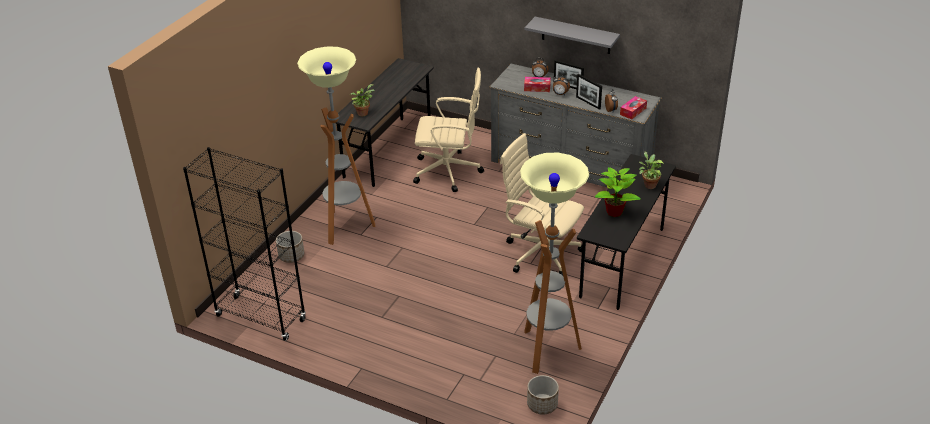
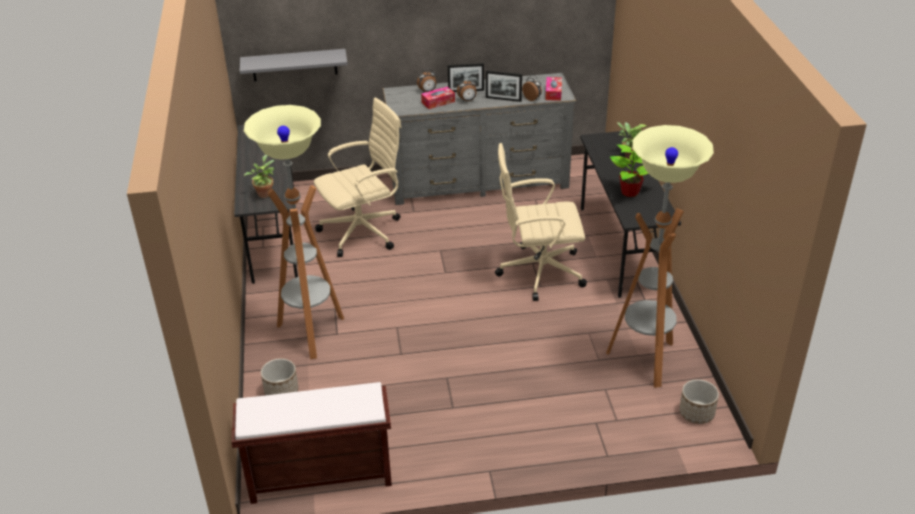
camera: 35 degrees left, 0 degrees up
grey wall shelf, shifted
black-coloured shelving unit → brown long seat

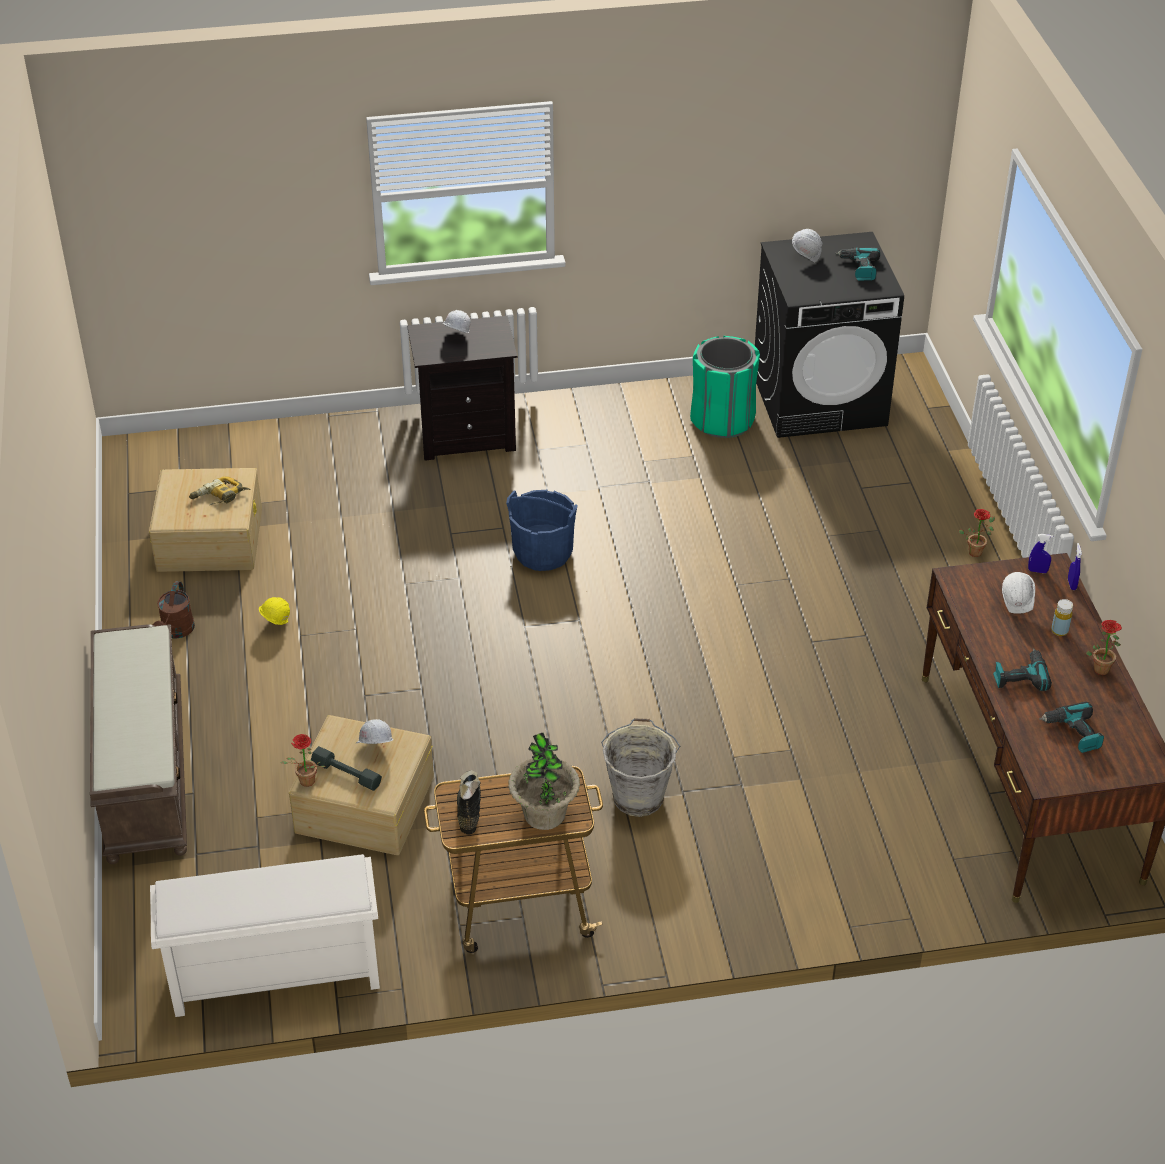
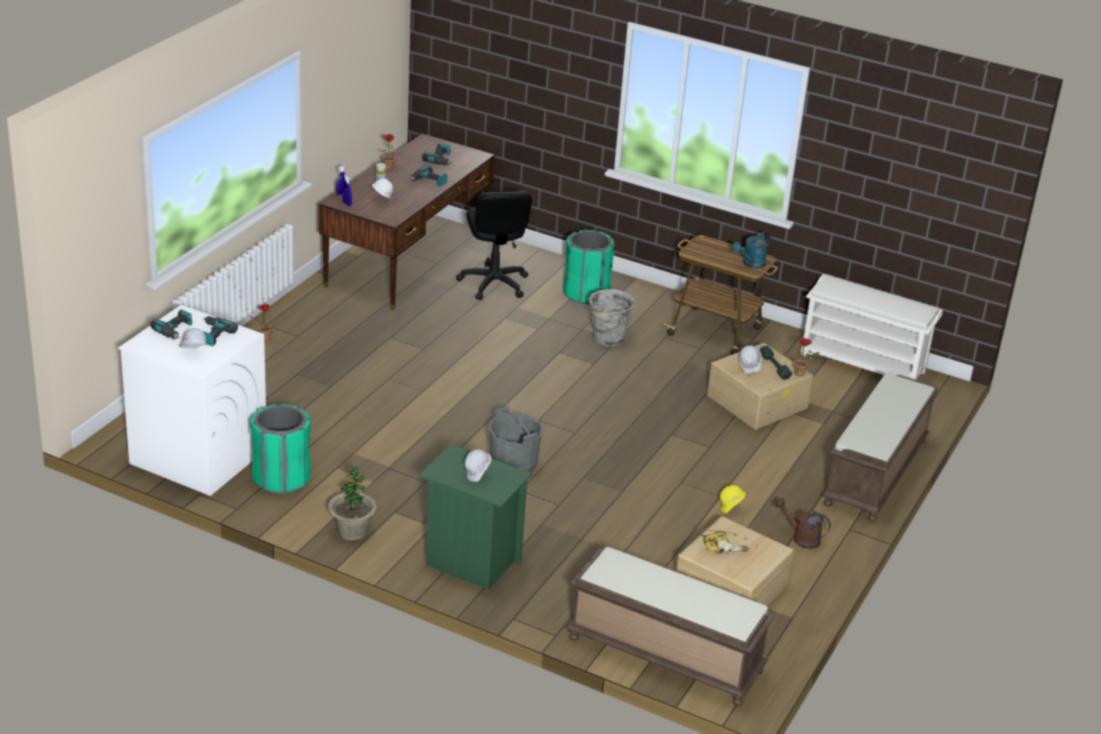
camera: 145 degrees left, 10 degrees down
black-coloured laundry appliance → white laundry appliance
black-coloured bedside table → green bedside table
blue-coloured pail → grey pail (no. 1 from left)
brown watering can, 105 degrees counterclockwise
plant in a pot (no. 2 from left), shifted
black-coloured tall boot → turquoise-coloured watering can
- → black-coloured office chair
- → green trash can (no. 2 from left)
- → power drill (no. 2 from left)
- → brown long seat (no. 1 from left)

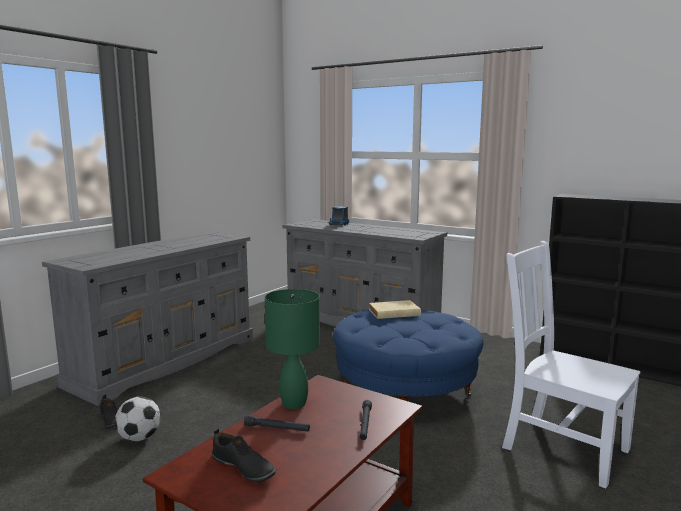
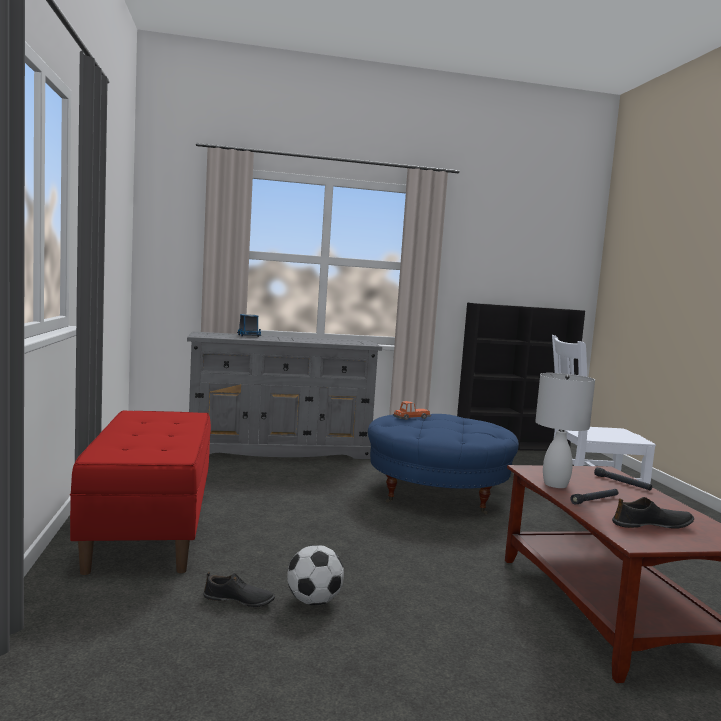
camera: 45 degrees left, 5 degrees down
grey dresser (no. 1 from left) → red-coloured long seat
green lamp for a table → white lamp for a table
sand-coloured bound book → miniature car

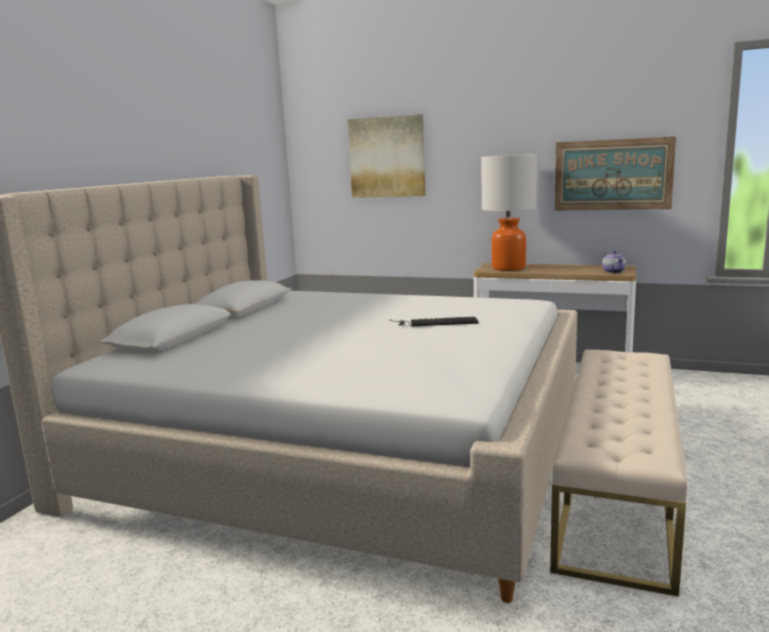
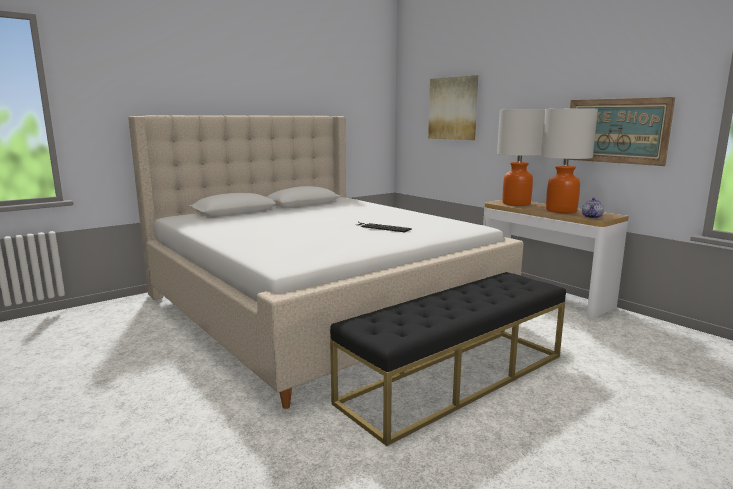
camera: 30 degrees right, 0 degrees up
sand-coloured long seat → black-coloured long seat
- → lamp for a table (no. 2 from left)

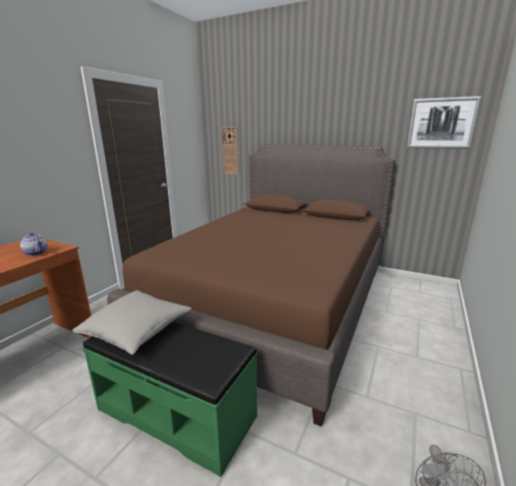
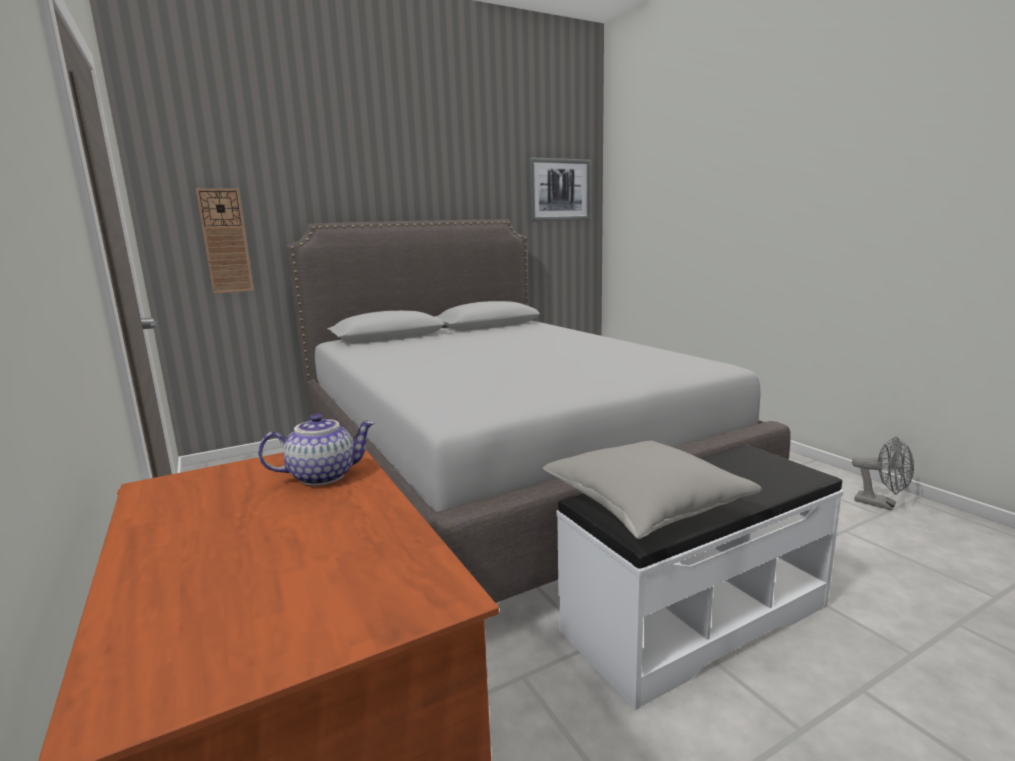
camera: 55 degrees left, 5 degrees down
brown bedroom bed → grey bedroom bed
green long seat → white long seat

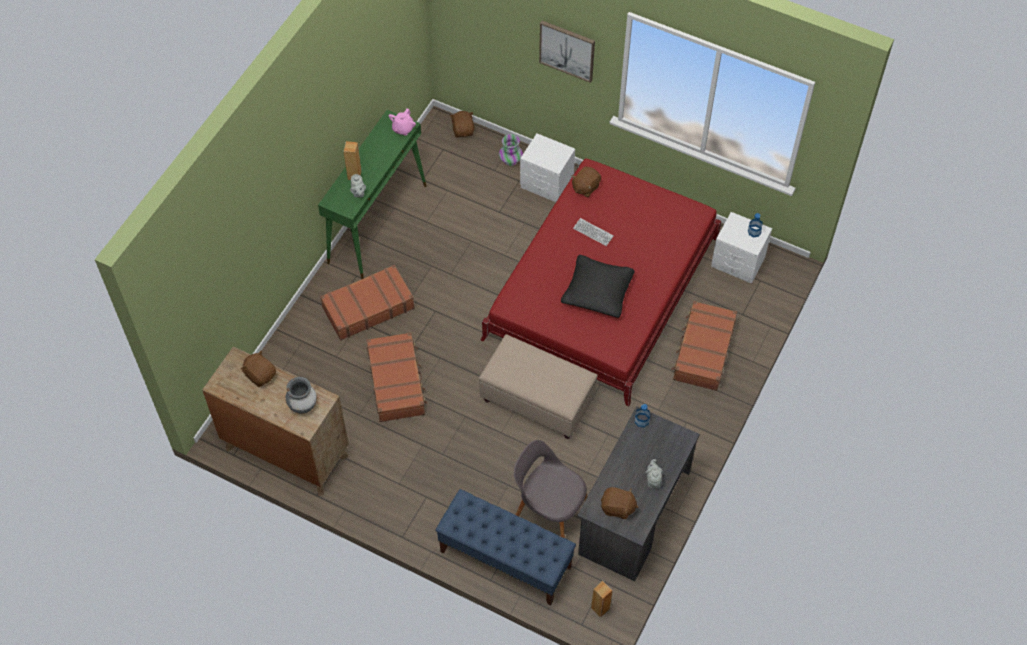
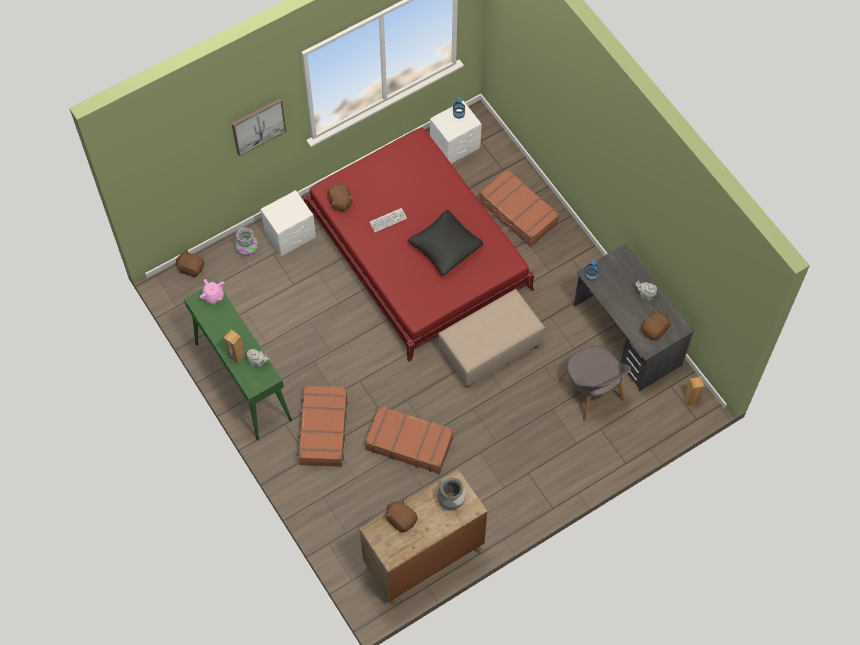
camera: 60 degrees left, 5 degrees up
brown plush toy (no. 1 from left in the first image) → brown plush toy (no. 3 from left), 60 degrees clockwise
grey chair, 90 degrees counterclockwise
blue-coloured long seat → -

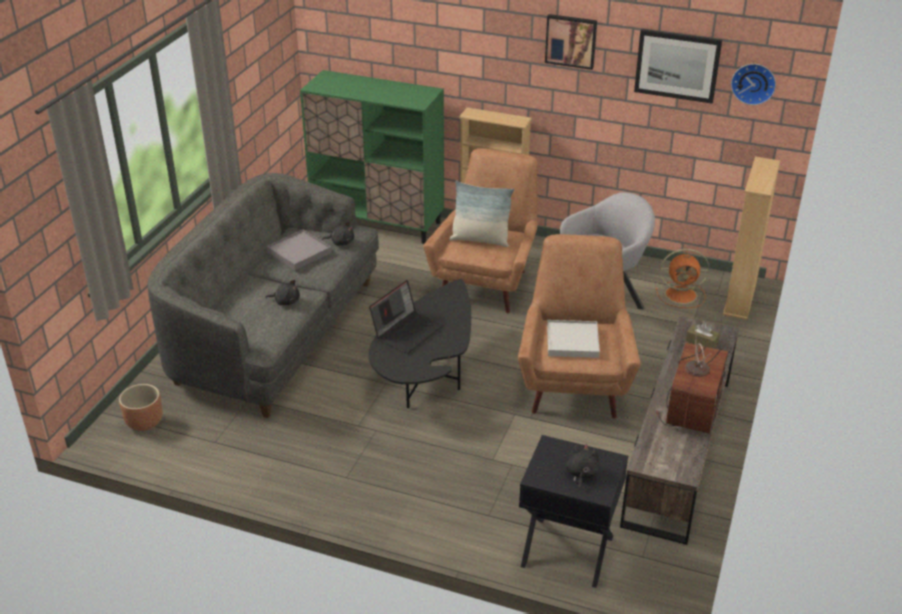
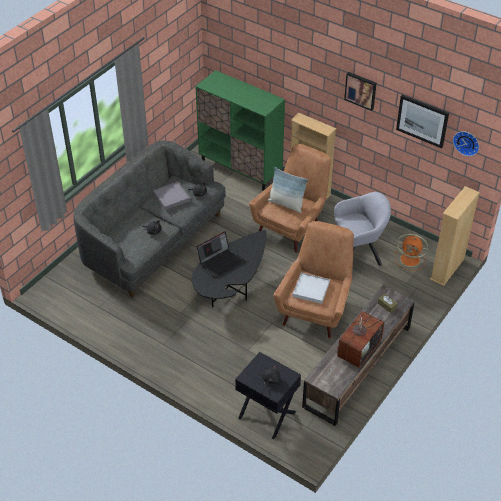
camera: 15 degrees right, 10 degrees up
brown flower pot → -

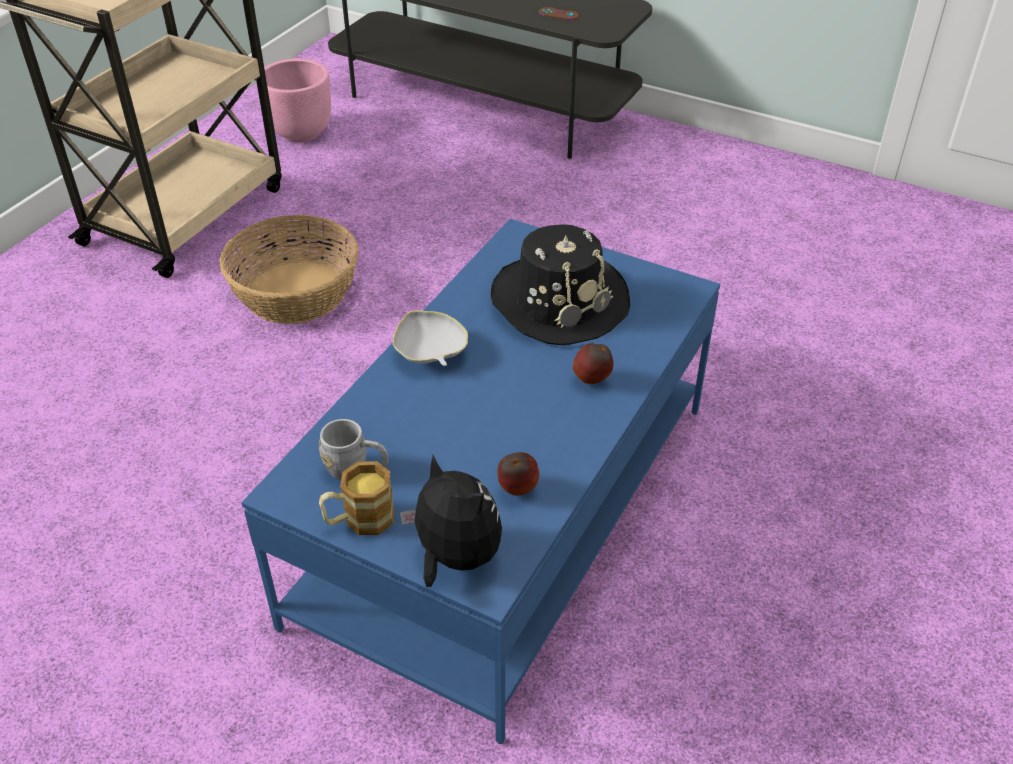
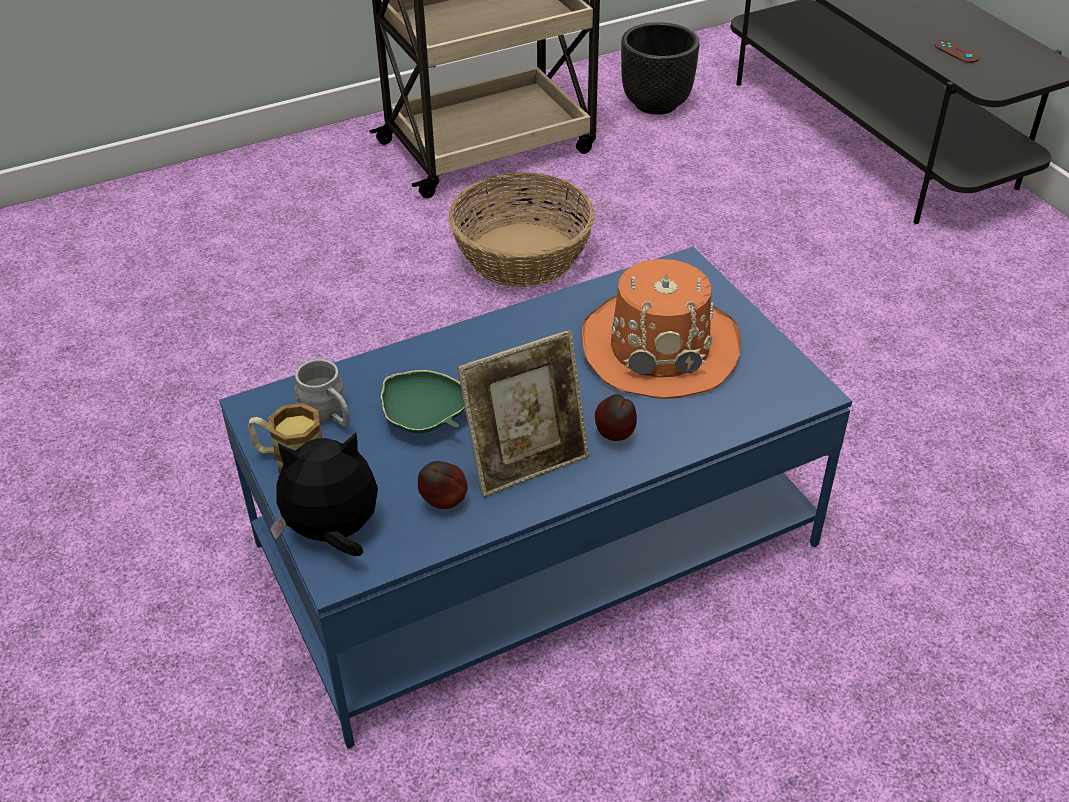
camera: 35 degrees right, 0 degrees up
pink flower pot → black-coloured flower pot
black-coloured wearable hat → orange wearable hat
white deep dish → -
plush toy, 90 degrees counterclockwise
- → photo frame
- → green deep dish

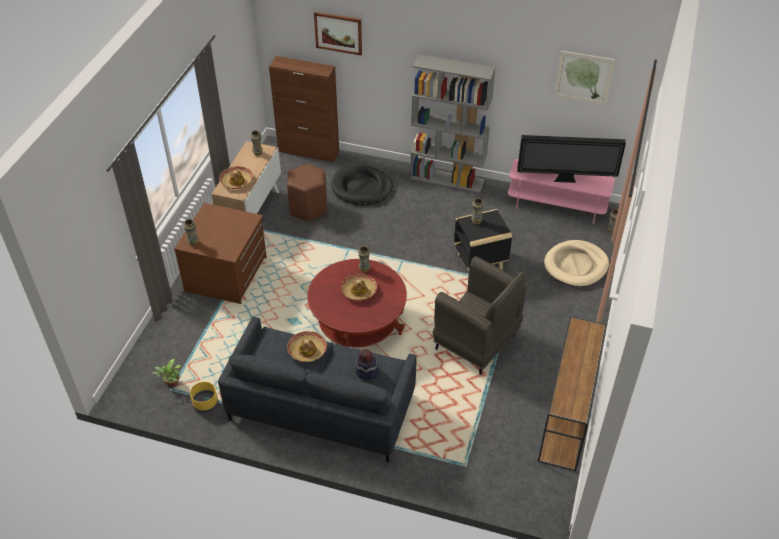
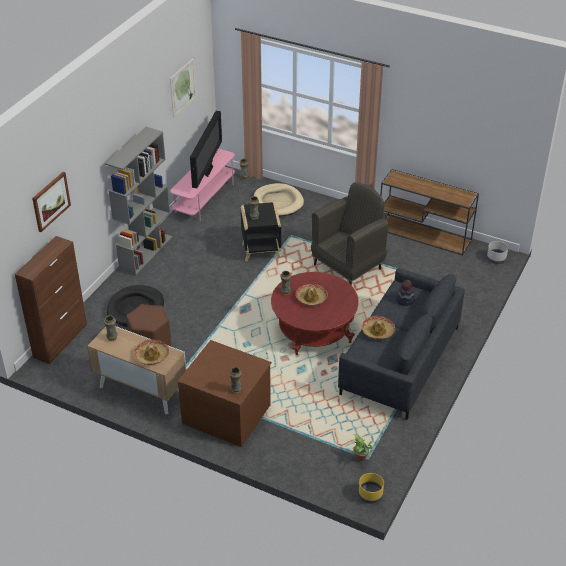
camera: 80 degrees left, 5 degrees down
yellowish flower pot, shifted
- → grey flower pot

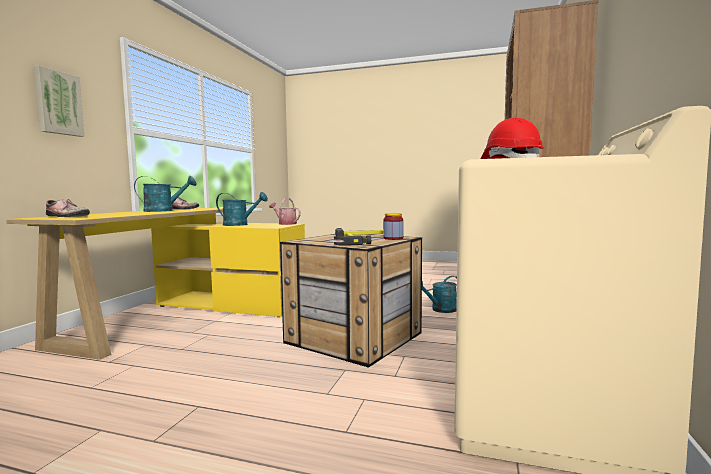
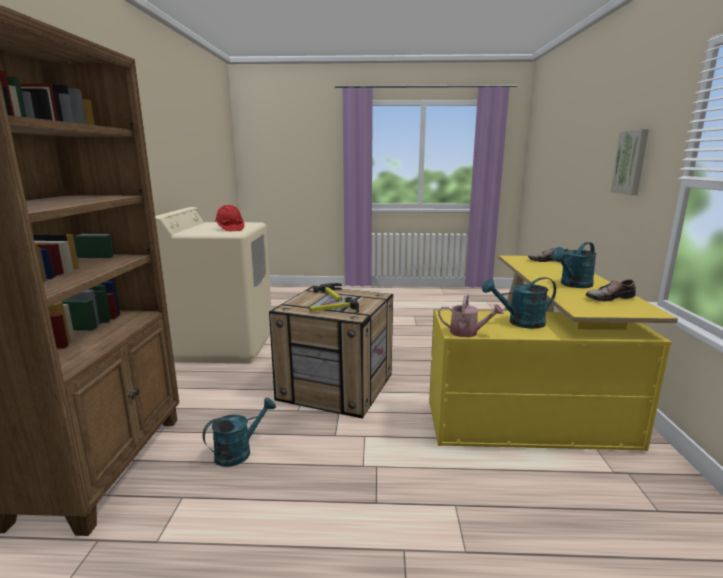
camera: 165 degrees right, 10 degrees up
storage jar → -

